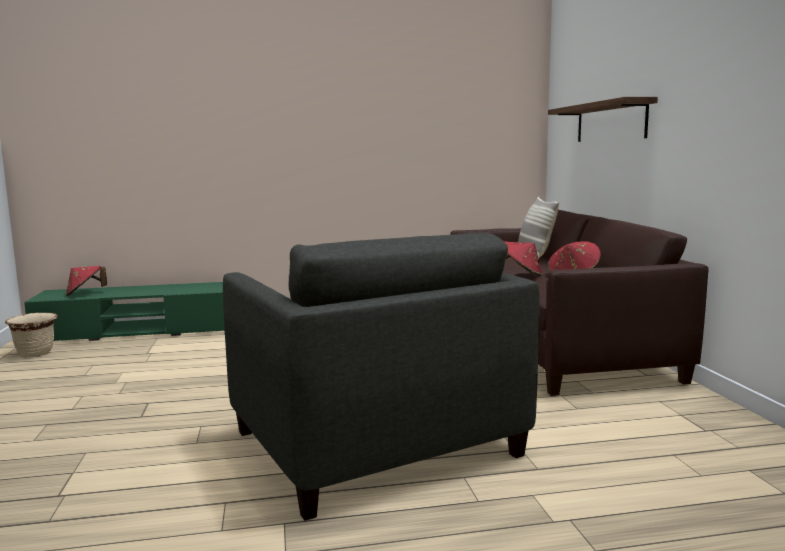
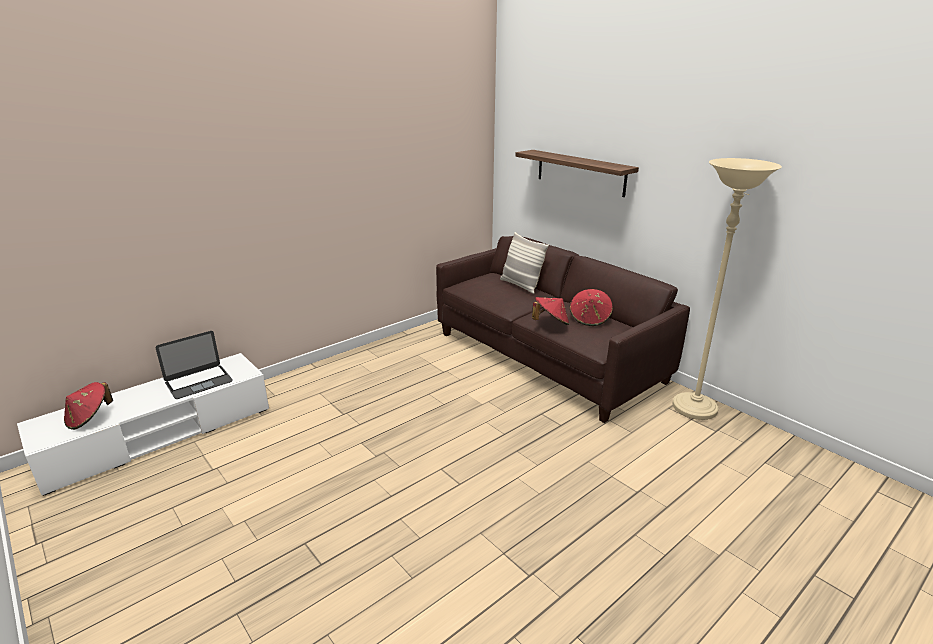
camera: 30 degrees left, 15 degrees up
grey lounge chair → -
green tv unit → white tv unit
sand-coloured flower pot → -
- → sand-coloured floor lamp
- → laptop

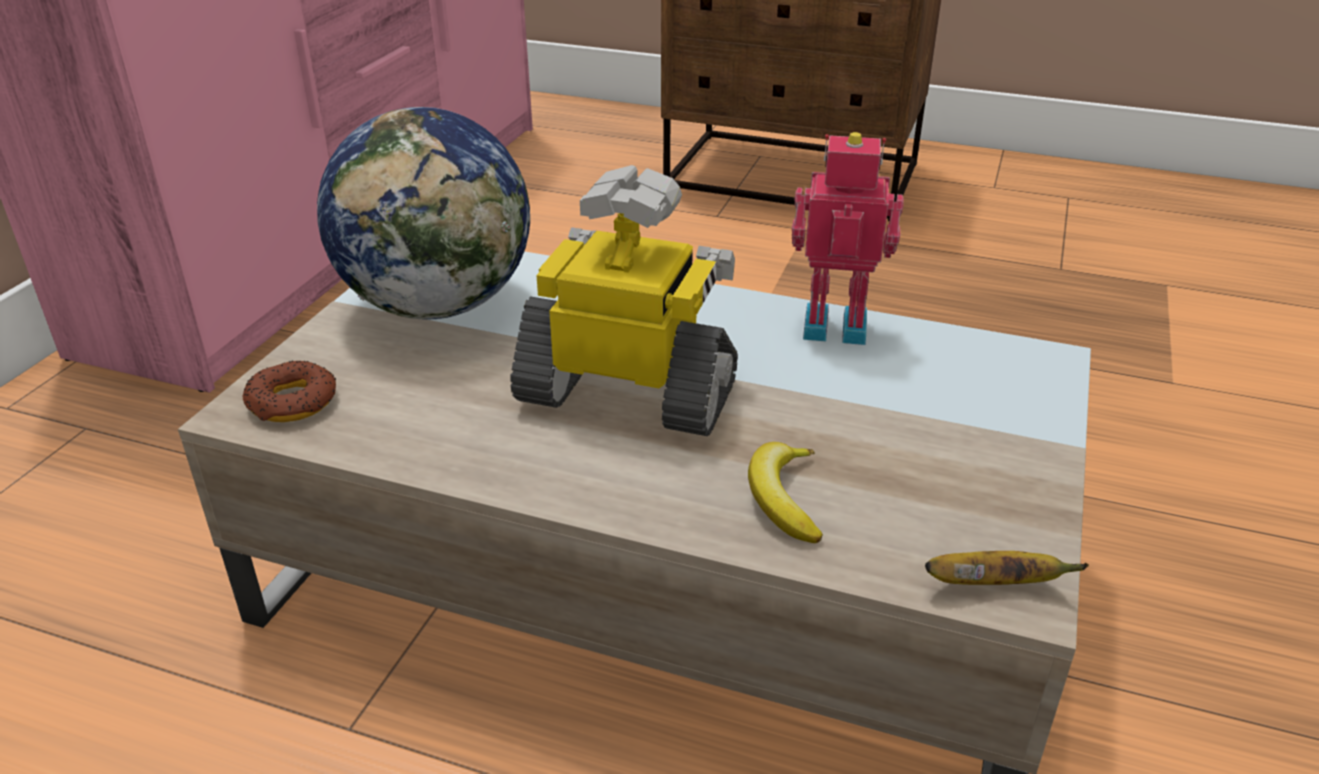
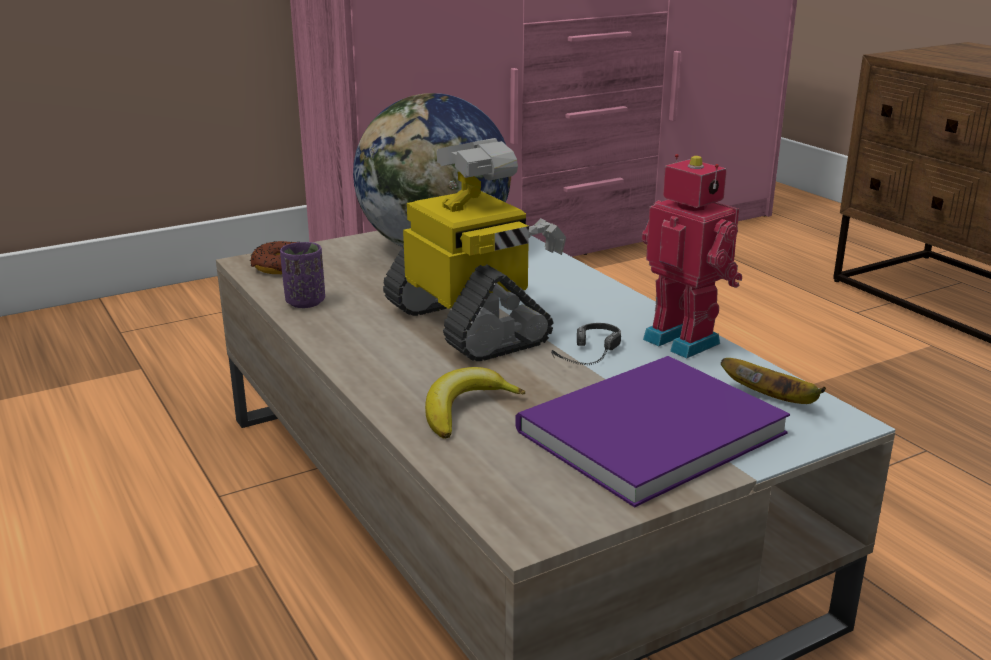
camera: 40 degrees right, 10 degrees down
whole banana (no. 2 from left), shifted
- → purple small cup
- → pair of headphones
- → purple bound book

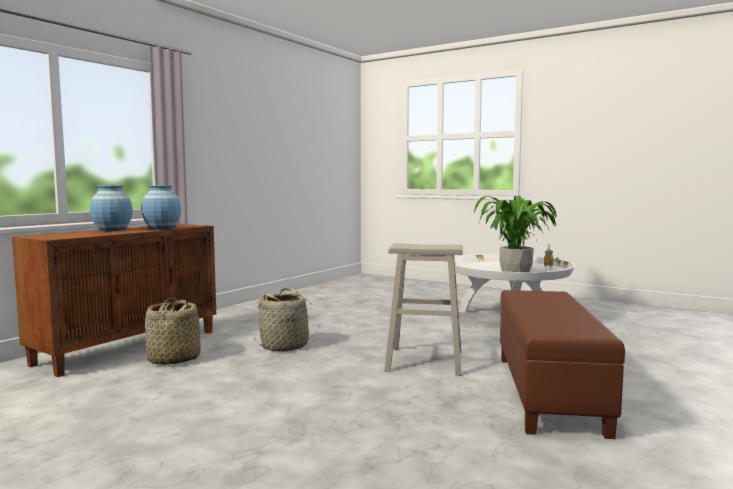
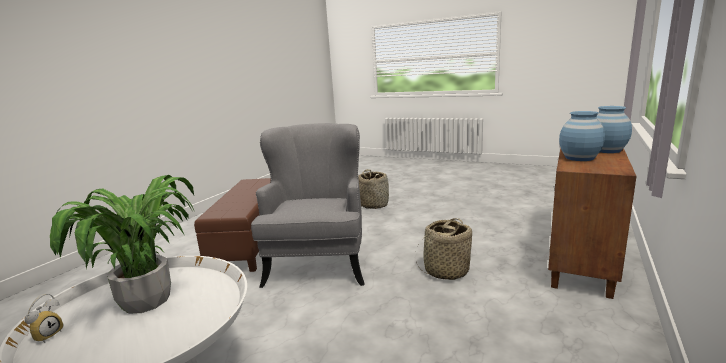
camera: 175 degrees right, 10 degrees up
sand-coloured stool → grey lounge chair
storage basket (no. 1 from left), shifted

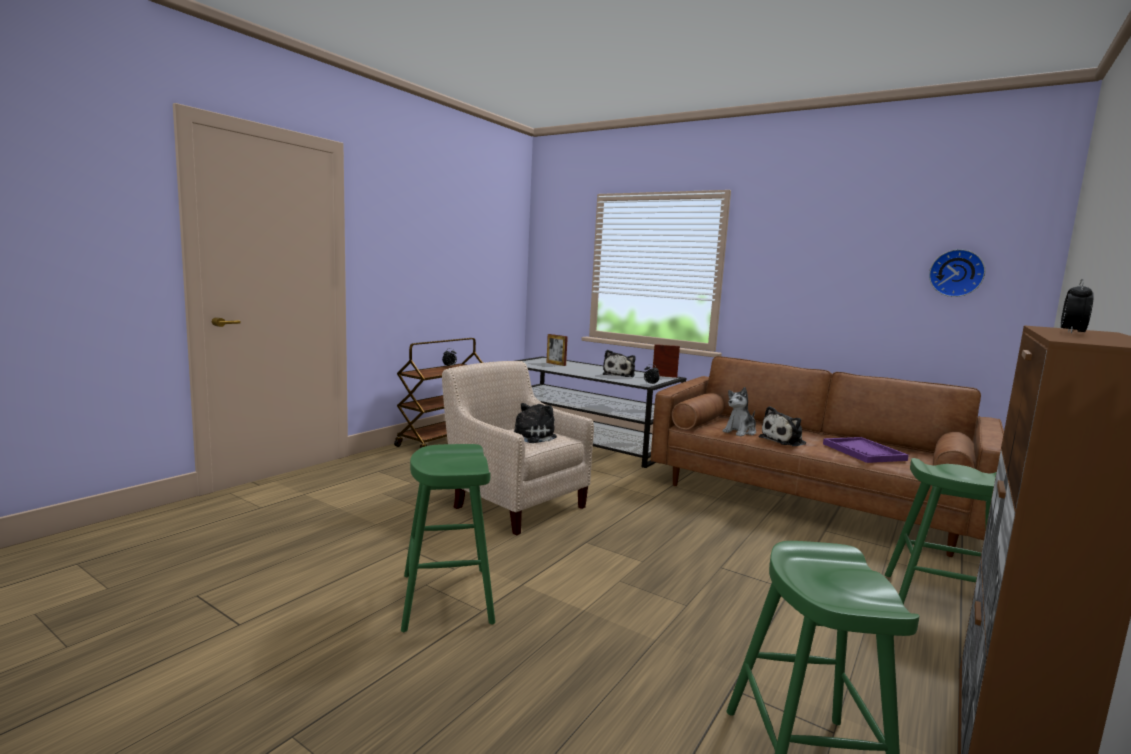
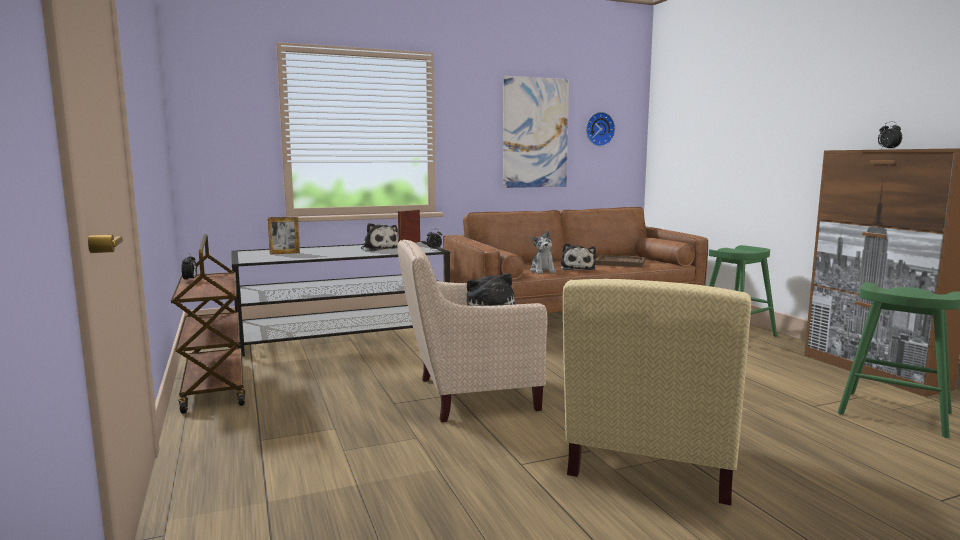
camera: 55 degrees left, 0 degrees up
purple serving tray → brown serving tray
green stool (no. 1 from left) → sand-coloured lounge chair (no. 2 from left)
- → wall art

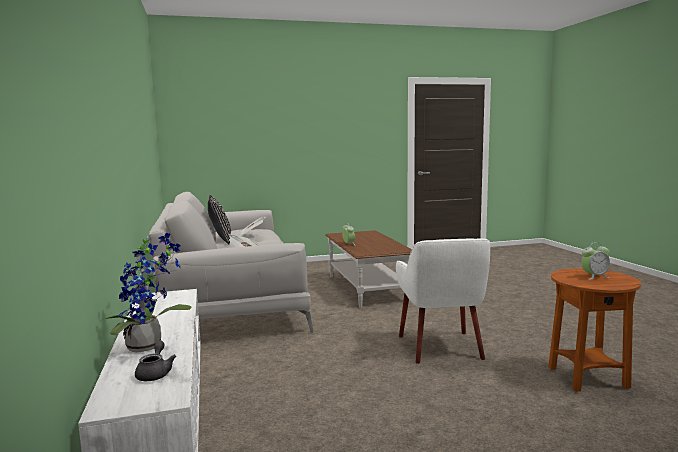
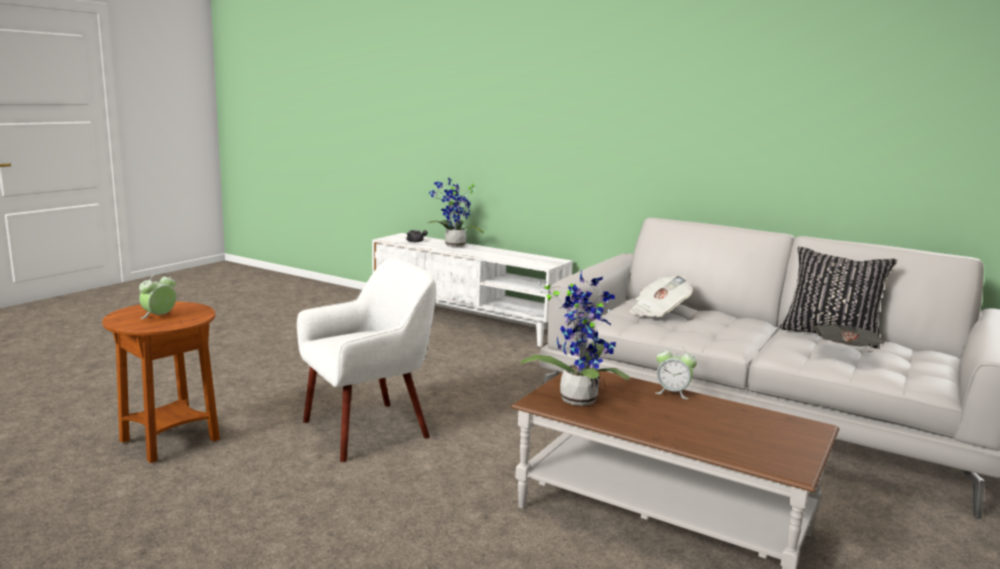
camera: 135 degrees right, 5 degrees up
white lounge chair, 105 degrees clockwise
- → plant in a pot (no. 2 from left)

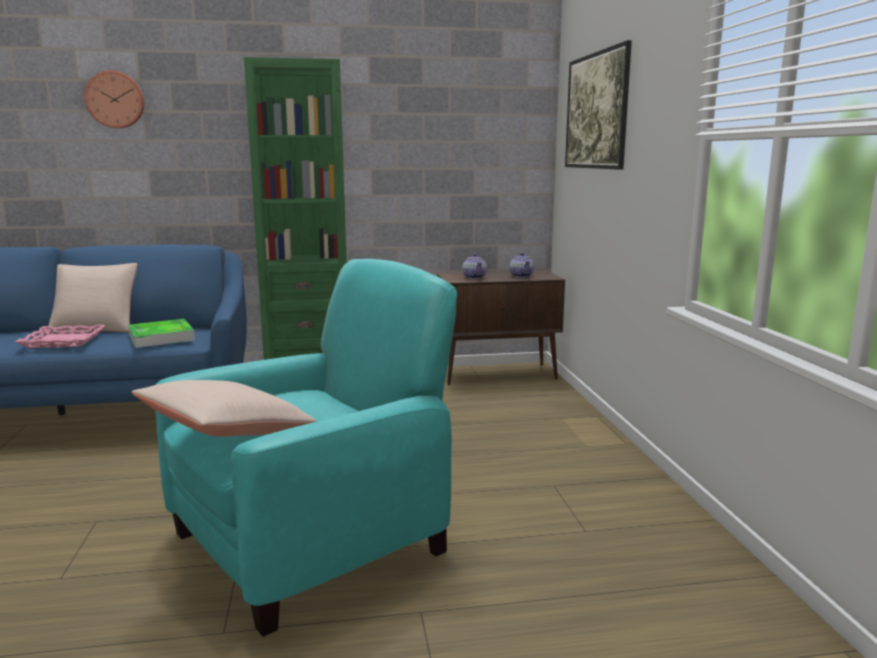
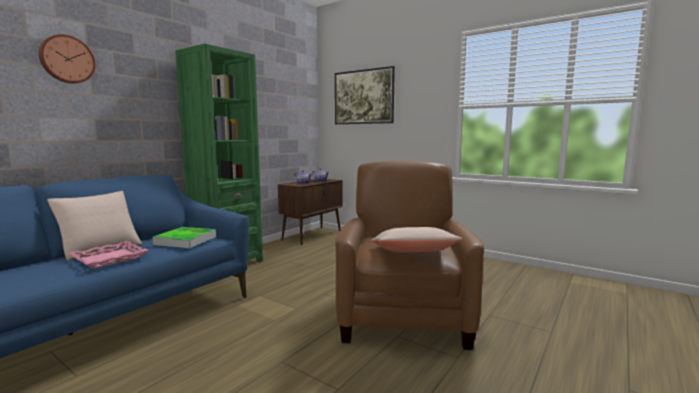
camera: 45 degrees left, 5 degrees down
turquoise-coloured lounge chair → brown lounge chair

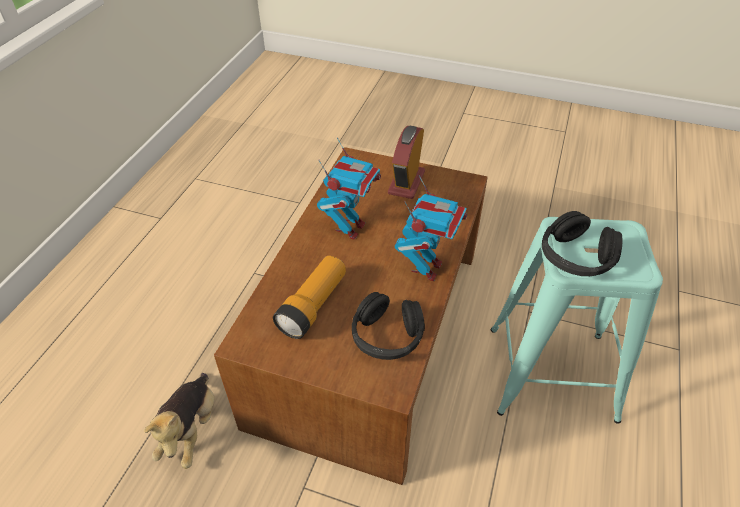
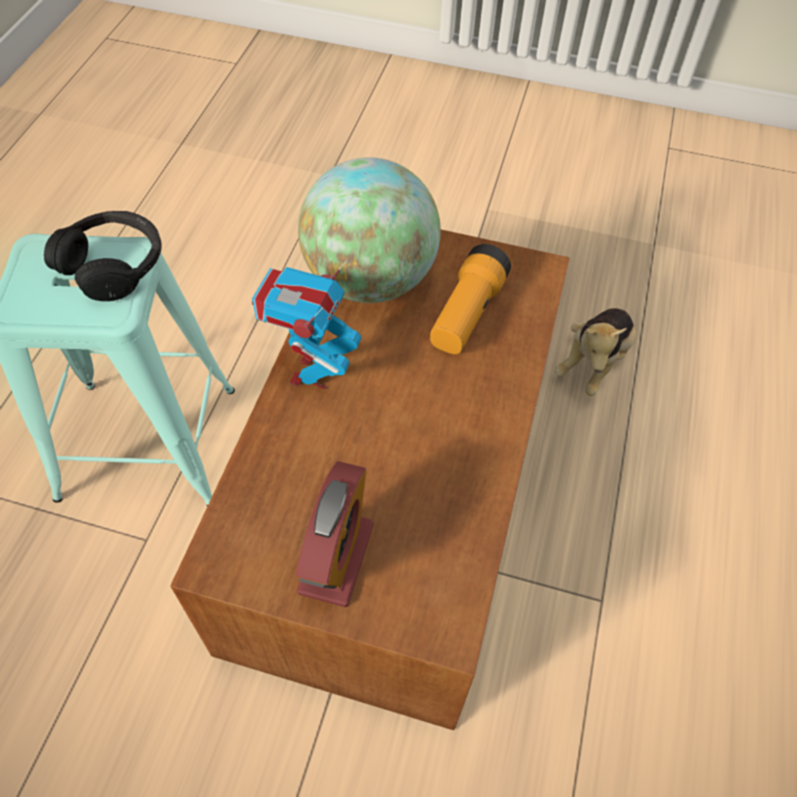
camera: 175 degrees right, 10 degrees up
toy robot (no. 1 from left) → -
black-coloured pair of headphones (no. 1 from left) → world globe
plush toy, 150 degrees counterclockwise

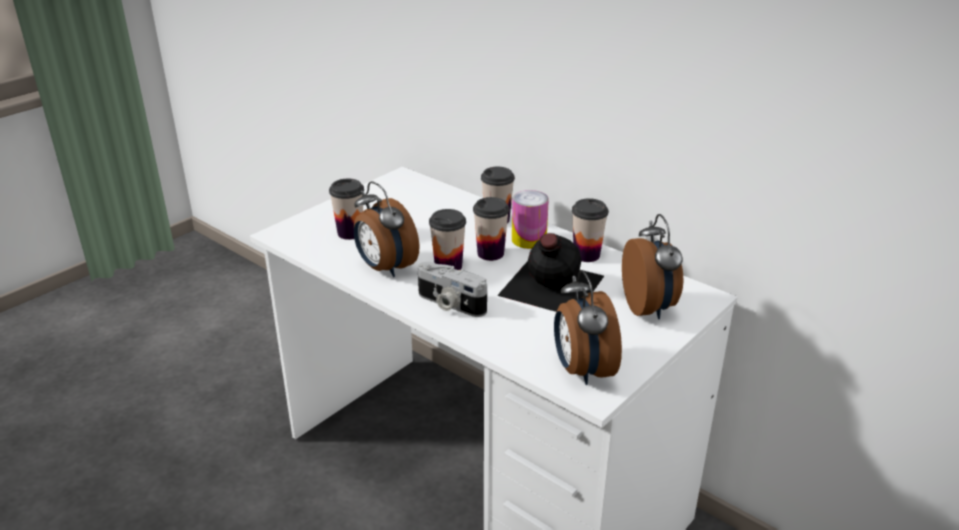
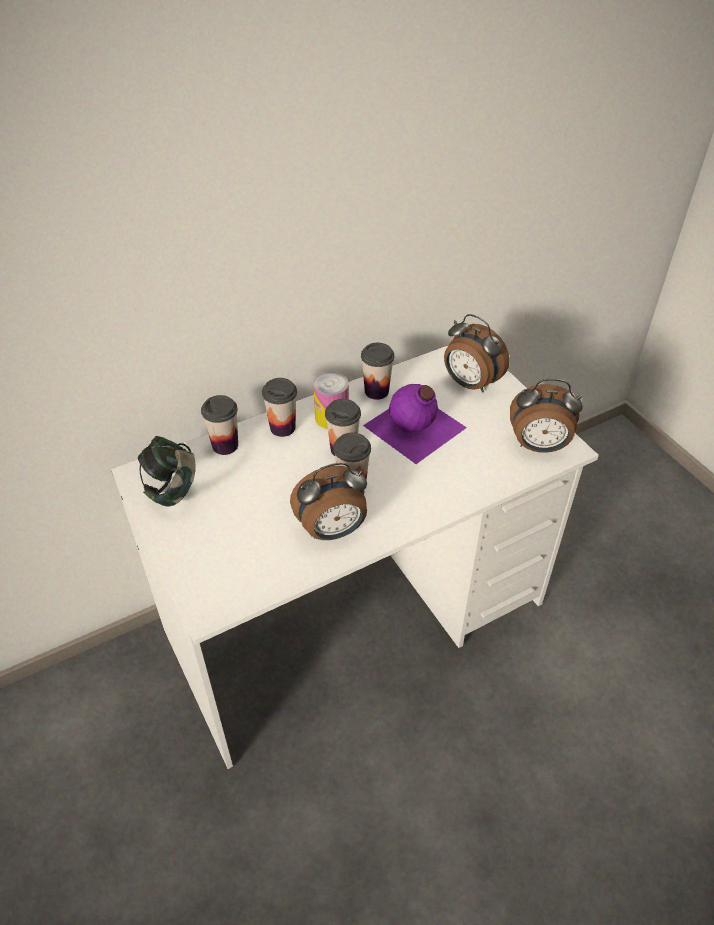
camera: 70 degrees left, 15 degrees up
small cup (no. 1 from left), shifted
table clock (no. 3 from left in the first image) → table clock (no. 2 from left), 150 degrees counterclockwise
black-coloured beverage bottle → purple beverage bottle
photo camera → -
- → pair of headphones

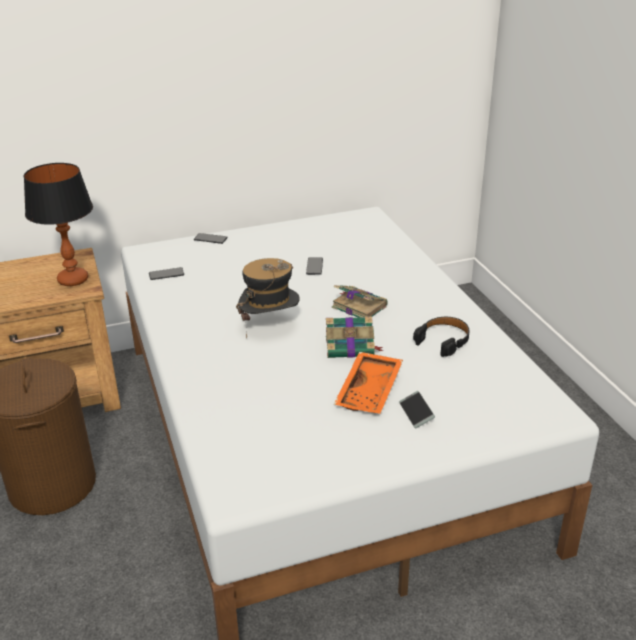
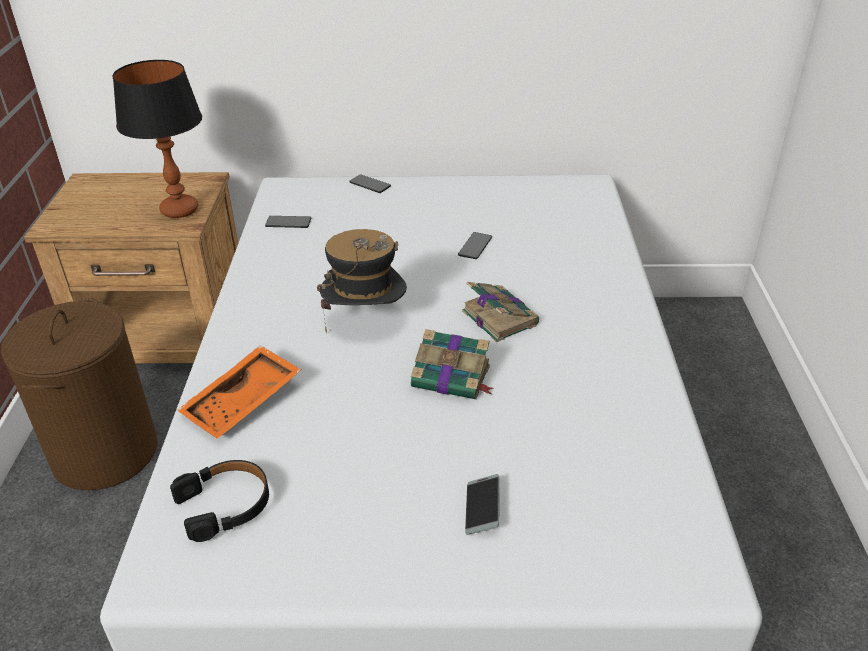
camera: 20 degrees right, 5 degrees up
black-coloured pair of headphones, shifted
orange serving tray, shifted

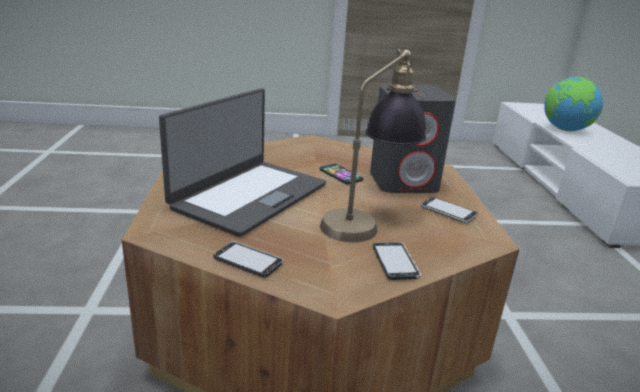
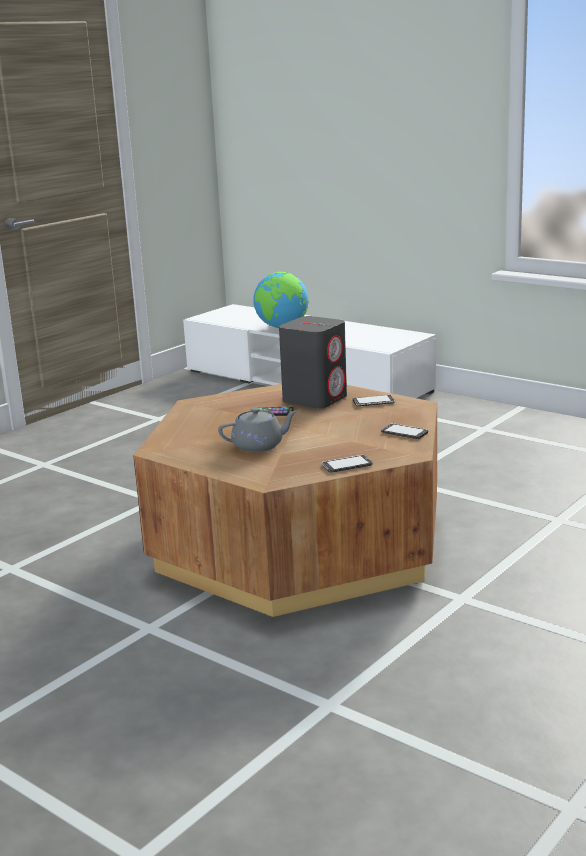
camera: 45 degrees left, 5 degrees down
lamp for a table → -
laptop → grey teapot

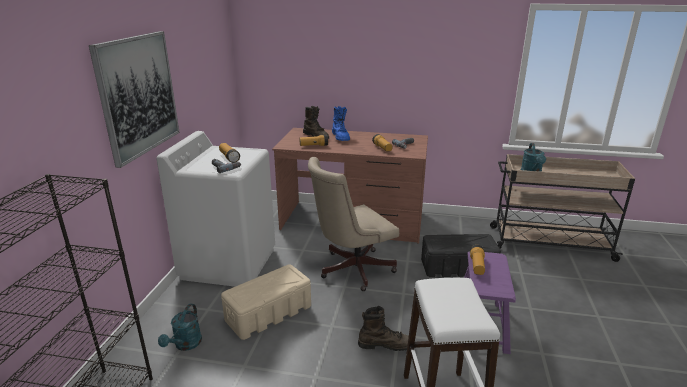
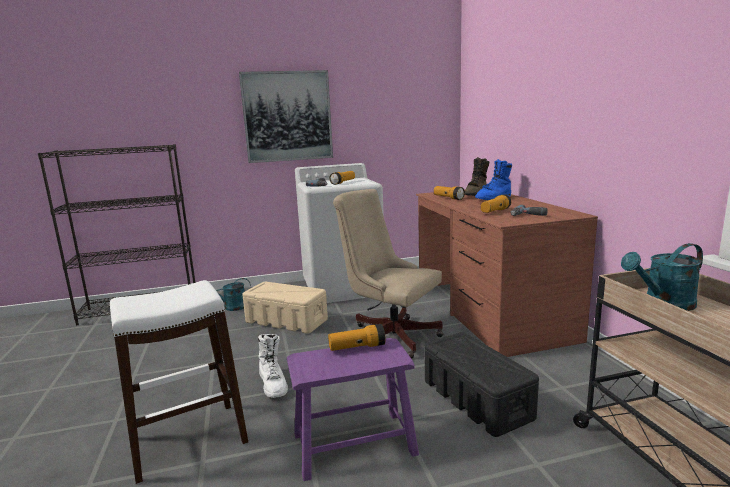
camera: 65 degrees right, 10 degrees down
brown tall boot (no. 2 from left) → white tall boot

